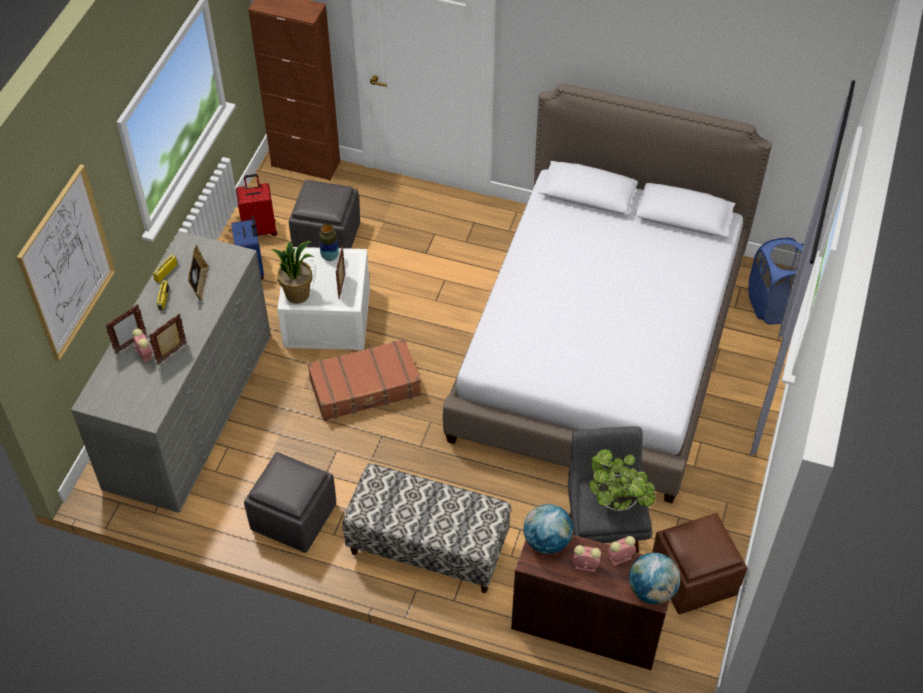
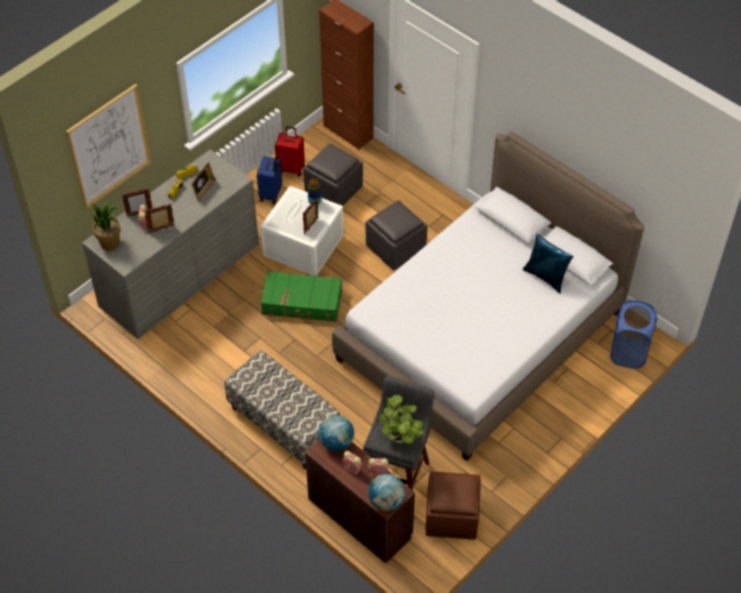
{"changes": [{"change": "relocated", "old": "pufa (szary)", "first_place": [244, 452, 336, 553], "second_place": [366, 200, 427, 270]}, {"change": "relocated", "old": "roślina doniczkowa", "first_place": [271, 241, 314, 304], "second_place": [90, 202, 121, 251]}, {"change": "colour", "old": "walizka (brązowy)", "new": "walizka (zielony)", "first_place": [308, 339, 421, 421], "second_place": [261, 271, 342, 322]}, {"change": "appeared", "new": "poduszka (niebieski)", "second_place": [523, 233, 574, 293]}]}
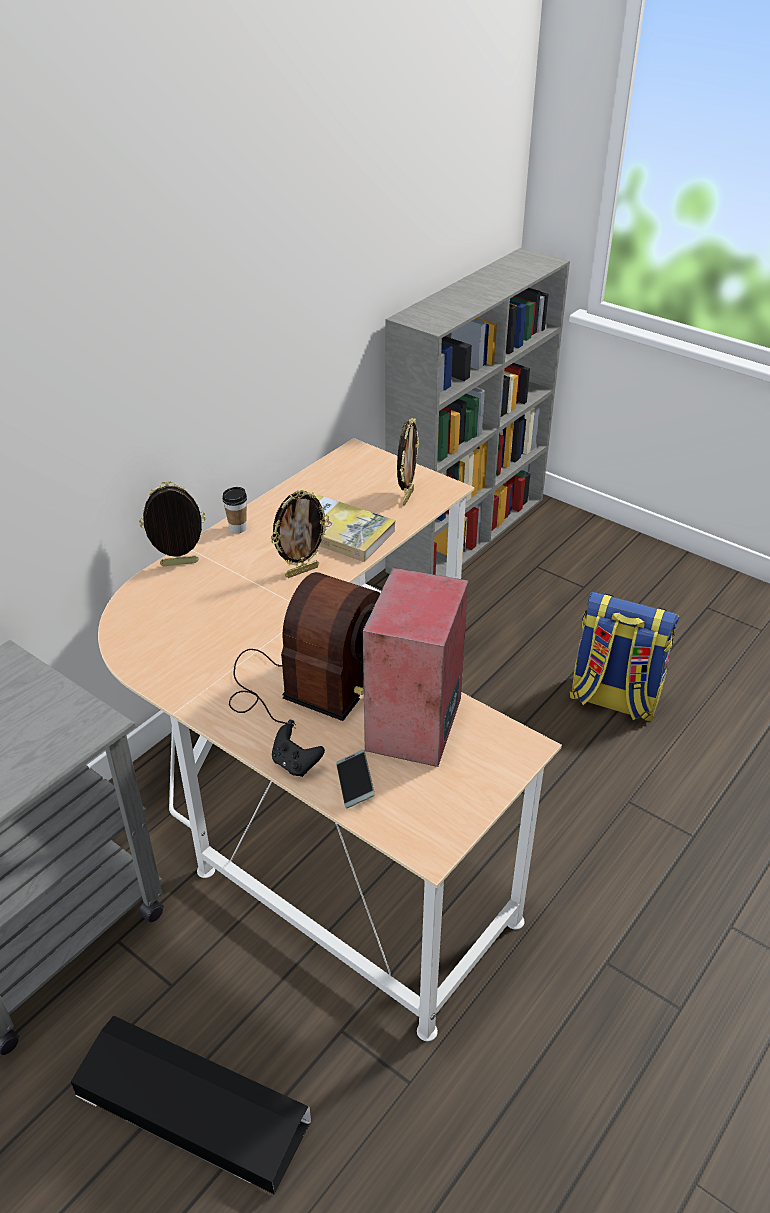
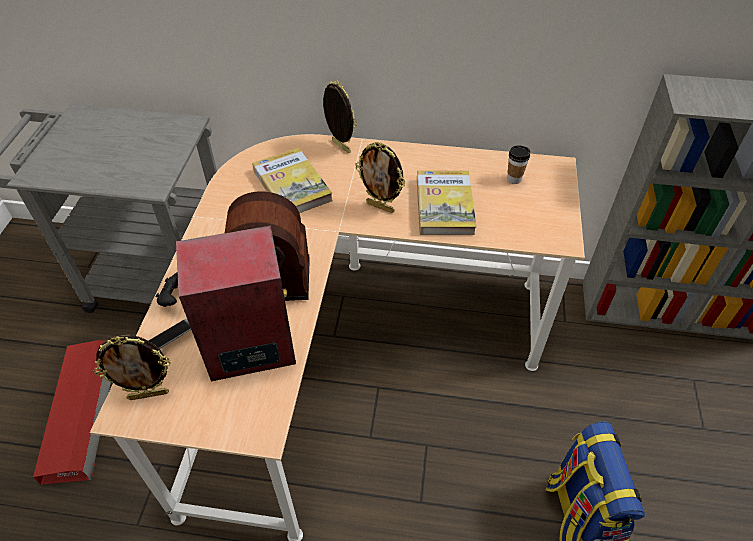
{"changes": [{"change": "colour", "old": "pojemnik do przechowywania (czarny)", "new": "pojemnik do przechowywania (czerwony)", "first_place": [71, 1015, 311, 1194], "second_place": [33, 340, 111, 485]}, {"change": "relocated", "old": "filiżanka", "first_place": [222, 487, 247, 533], "second_place": [507, 146, 530, 184]}, {"change": "relocated", "old": "ramka na zdjęcie", "first_place": [397, 418, 419, 506], "second_place": [93, 335, 171, 400]}, {"change": "appeared", "new": "książka", "second_place": [252, 148, 333, 213]}]}
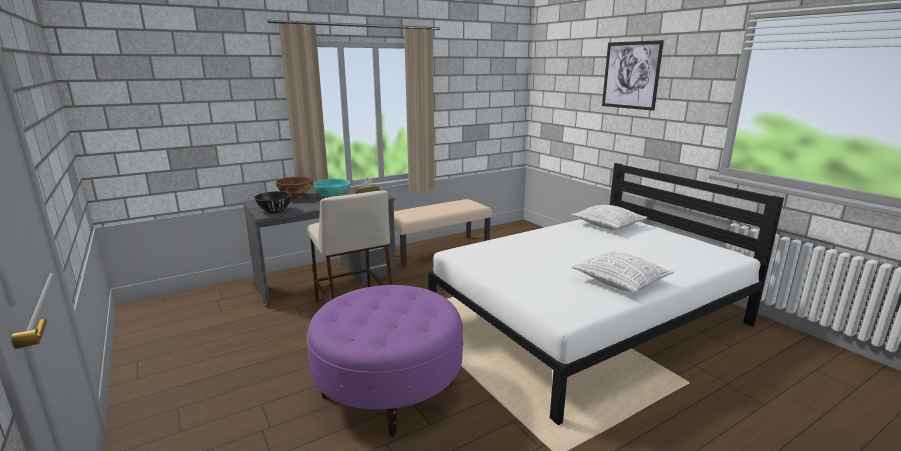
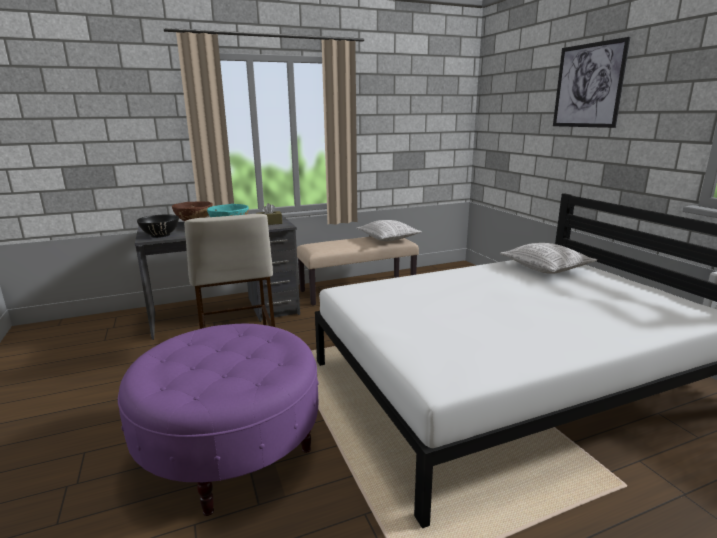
{"changes": [{"change": "relocated", "old": "poduszka", "first_place": [571, 251, 674, 293], "second_place": [356, 220, 422, 242]}]}
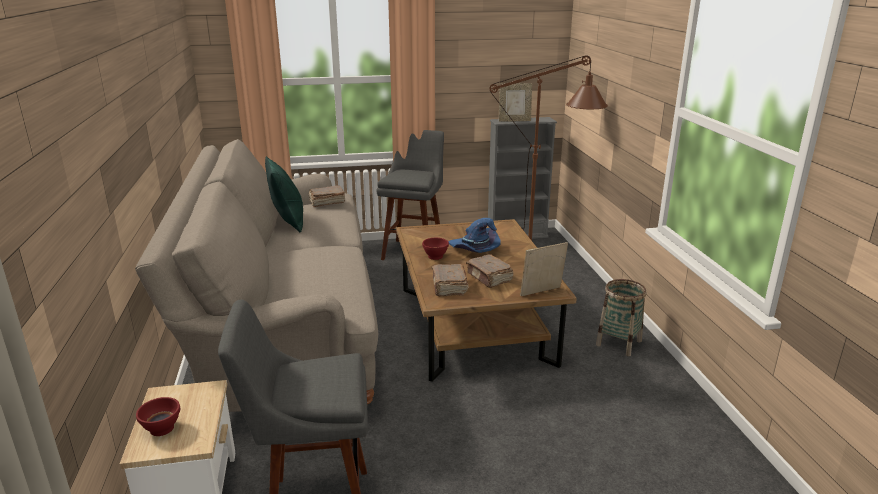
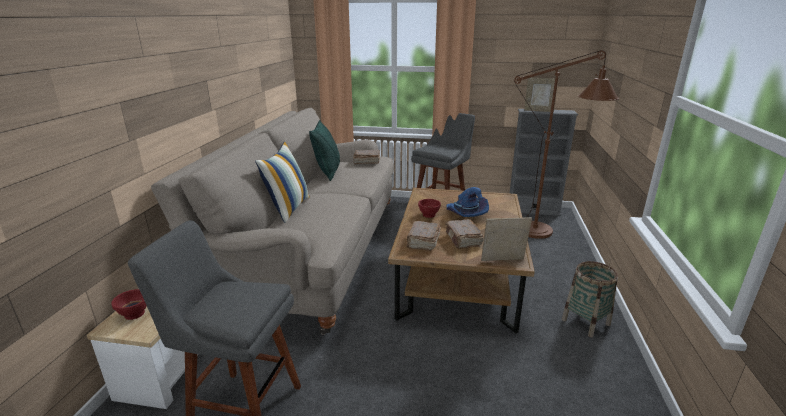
{"changes": [{"change": "appeared", "new": "poduszka", "second_place": [255, 142, 310, 223]}]}
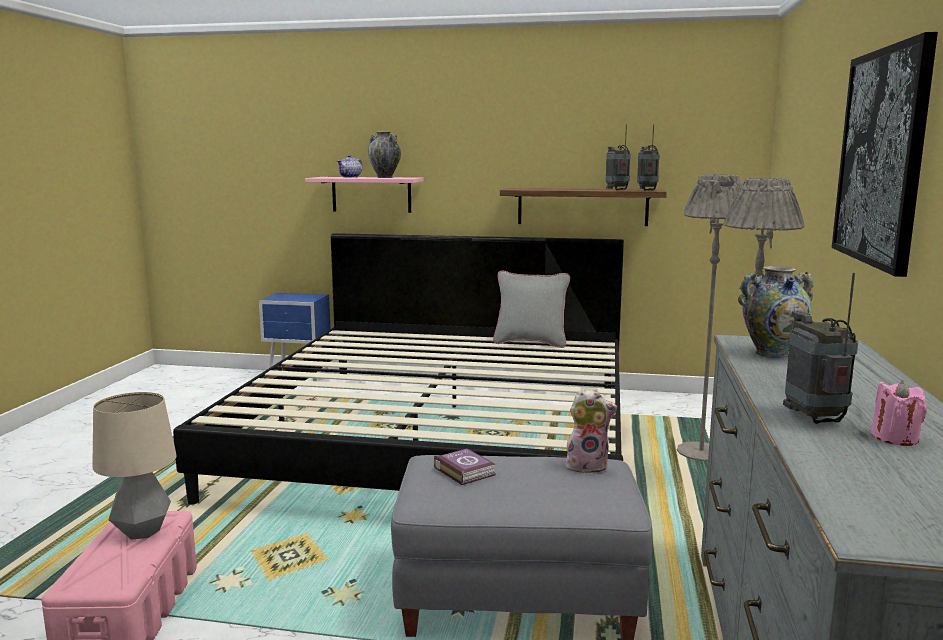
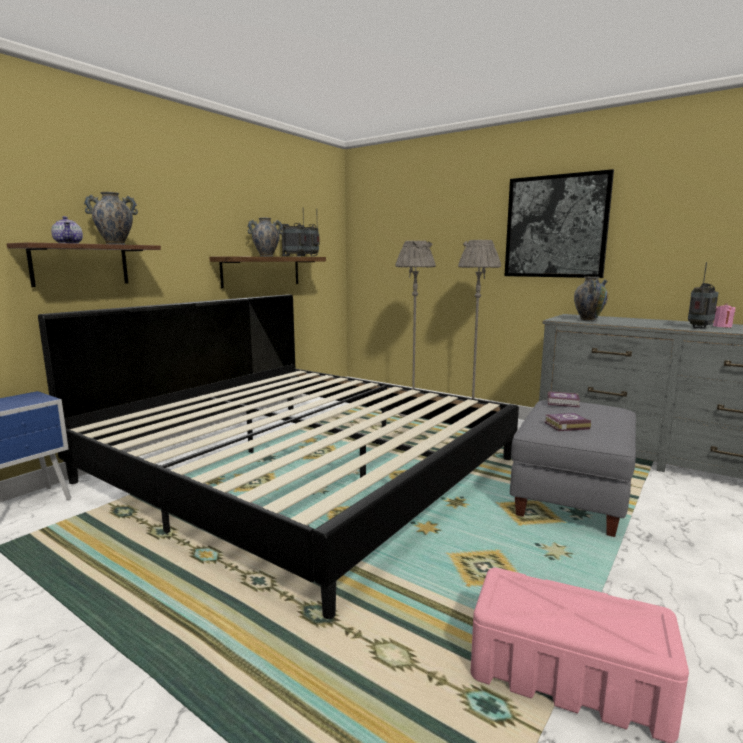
{"changes": [{"change": "missing", "old": "lampa stołowa", "first_place": [92, 392, 177, 540]}, {"change": "colour", "old": "półka (różowy)", "new": "półka (brązowy)", "first_place": [305, 177, 424, 213], "second_place": [7, 242, 161, 287]}, {"change": "missing", "old": "poduszka (szary)", "first_place": [493, 270, 570, 348]}, {"change": "exchanged", "old": "pluszak", "new": "książka", "first_place": [566, 389, 617, 474], "second_place": [547, 391, 580, 407]}, {"change": "spun", "old": "radio", "first_place": [783, 273, 858, 424], "second_place": [688, 262, 719, 328], "degrees": 120}, {"change": "appeared", "new": "wazon", "second_place": [247, 217, 283, 257]}]}
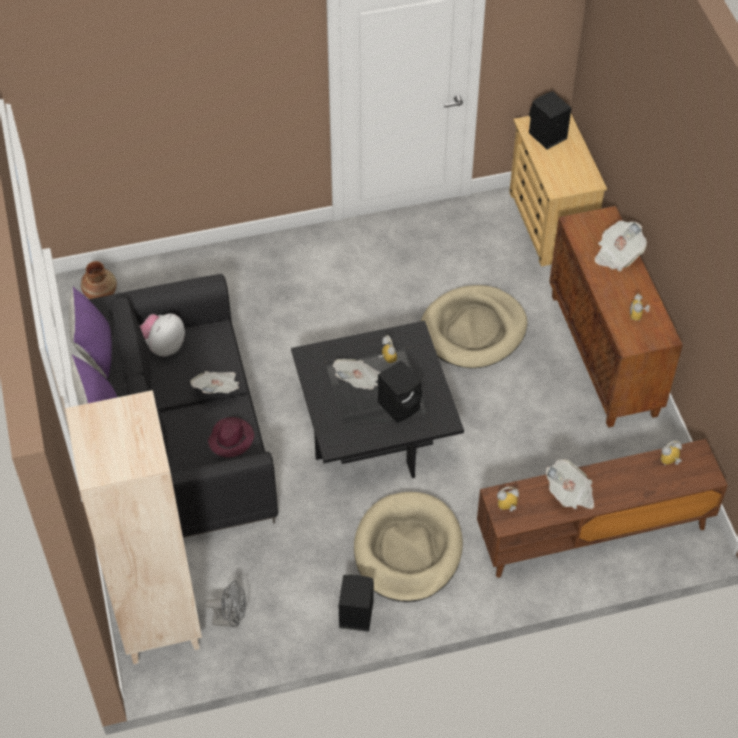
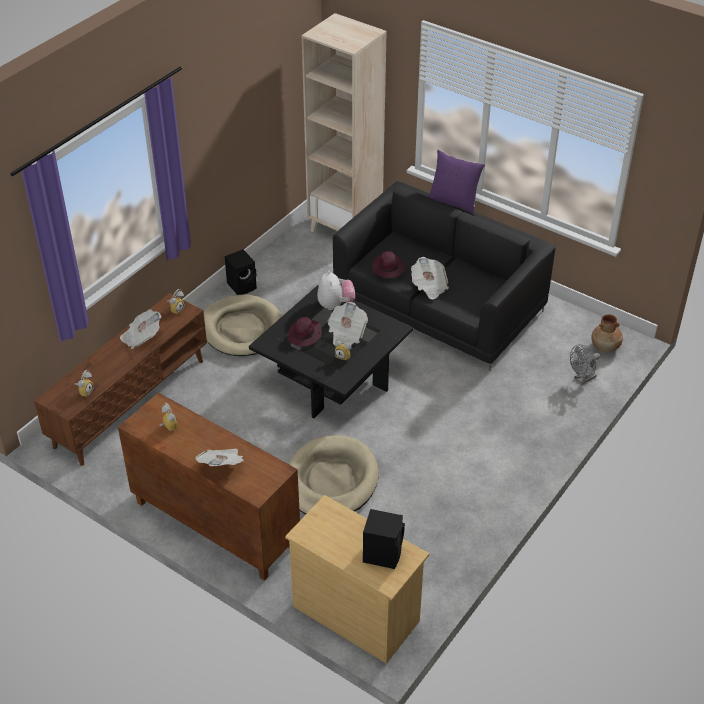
{"changes": [{"change": "missing", "old": "poduszka (fioletowy)", "first_place": [69, 287, 112, 379]}, {"change": "relocated", "old": "pluszak", "first_place": [140, 313, 185, 357], "second_place": [317, 270, 355, 310]}, {"change": "relocated", "old": "wentylator (szary)", "first_place": [204, 581, 246, 627], "second_place": [570, 345, 600, 385]}, {"change": "exchanged", "old": "głośnik (czarny)", "new": "kapelusz (fioletowy)", "first_place": [378, 360, 422, 423], "second_place": [287, 317, 322, 347]}]}
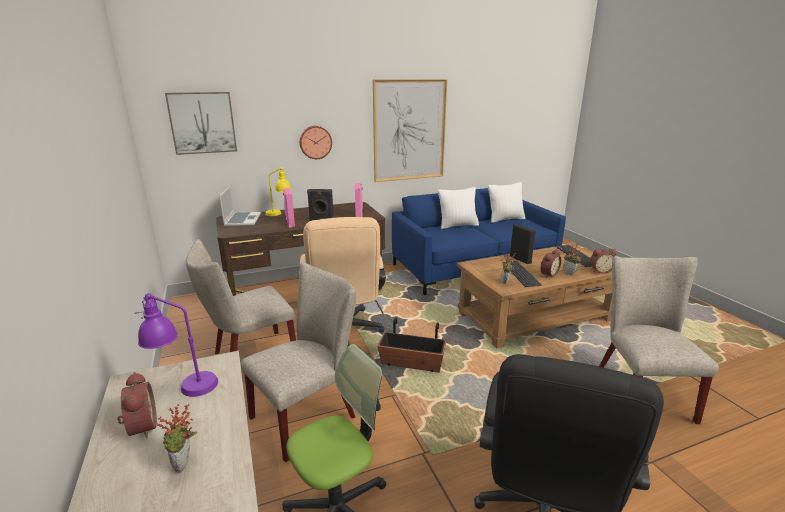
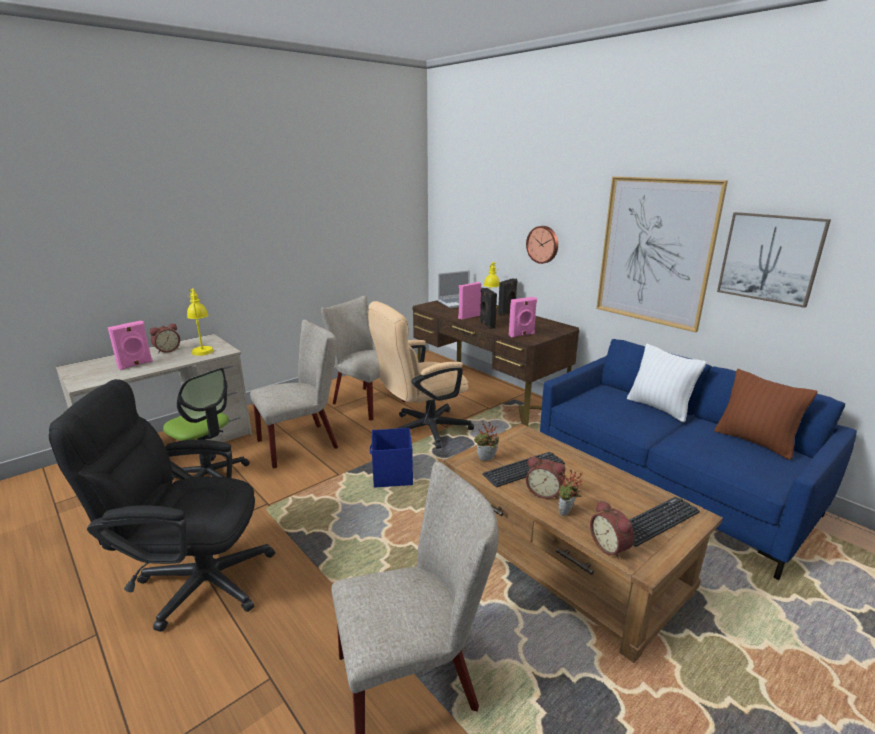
{"changes": [{"change": "colour", "old": "lampa stołowa (fioletowy)", "new": "lampa stołowa (żółty)", "first_place": [135, 293, 218, 397], "second_place": [187, 288, 214, 356]}, {"change": "exchanged", "old": "roślina doniczkowa", "new": "głośnik (różowy)", "first_place": [156, 404, 197, 473], "second_place": [108, 321, 153, 370]}, {"change": "relocated", "old": "obraz", "first_place": [165, 92, 237, 155], "second_place": [717, 212, 831, 308]}, {"change": "spun", "old": "krzesło (beżowy)", "first_place": [241, 263, 356, 462], "second_place": [250, 319, 338, 469], "degrees": -60}, {"change": "exchanged", "old": "donica", "new": "pojemnik do przechowywania (niebieski)", "first_place": [377, 317, 447, 373], "second_place": [370, 428, 413, 488]}, {"change": "colour", "old": "poduszka (biały)", "new": "poduszka (brązowy)", "first_place": [488, 182, 526, 223], "second_place": [714, 369, 818, 460]}, {"change": "relocated", "old": "głośnik (czarny)", "first_place": [510, 224, 536, 264], "second_place": [498, 278, 518, 316]}]}
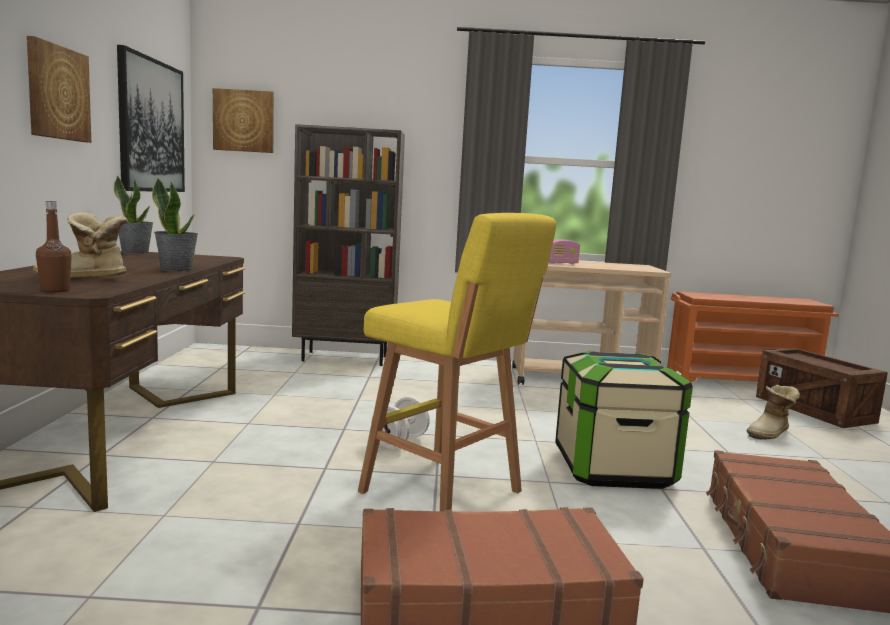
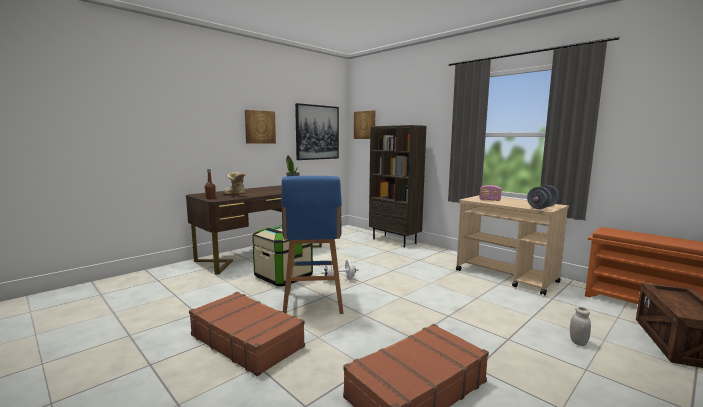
{"changes": [{"change": "missing", "old": "roślina doniczkowa", "first_place": [152, 178, 198, 272]}, {"change": "colour", "old": "stołek (żółty)", "new": "stołek (niebieski)", "first_place": [358, 213, 556, 511], "second_place": [281, 176, 344, 314]}, {"change": "relocated", "old": "pojemnik do przechowywania", "first_place": [555, 351, 693, 489], "second_place": [252, 225, 313, 286]}, {"change": "exchanged", "old": "but z cholewką", "new": "słoik (biały)", "first_place": [747, 385, 800, 440], "second_place": [570, 307, 591, 346]}, {"change": "appeared", "new": "hantel (szary)", "second_place": [527, 185, 559, 209]}]}
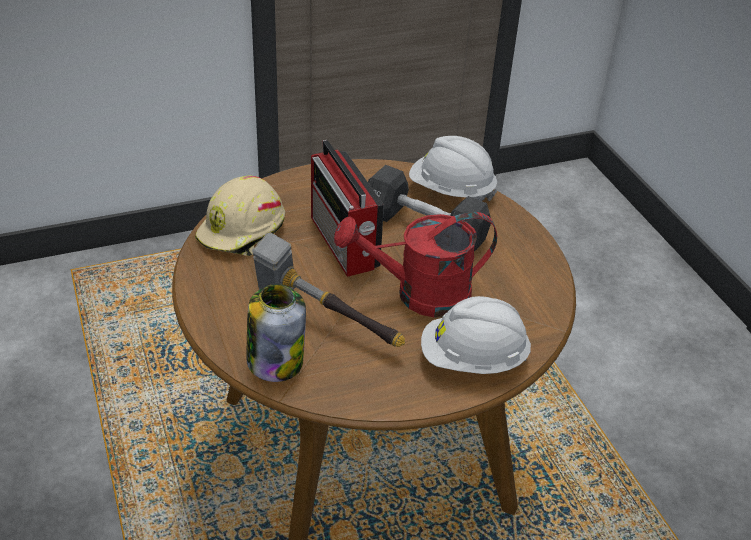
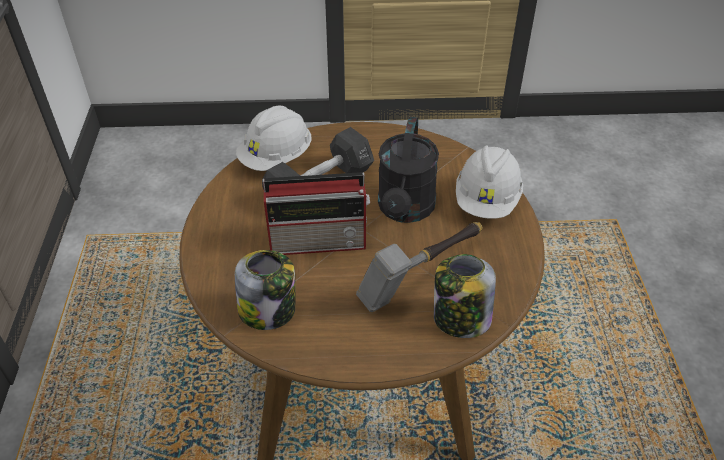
{"changes": [{"change": "exchanged", "old": "kask (beżowy)", "new": "słoik", "first_place": [195, 176, 285, 256], "second_place": [235, 250, 295, 330]}, {"change": "colour", "old": "konewka (czerwony)", "new": "konewka (czarny)", "first_place": [334, 212, 497, 318], "second_place": [378, 116, 439, 223]}]}
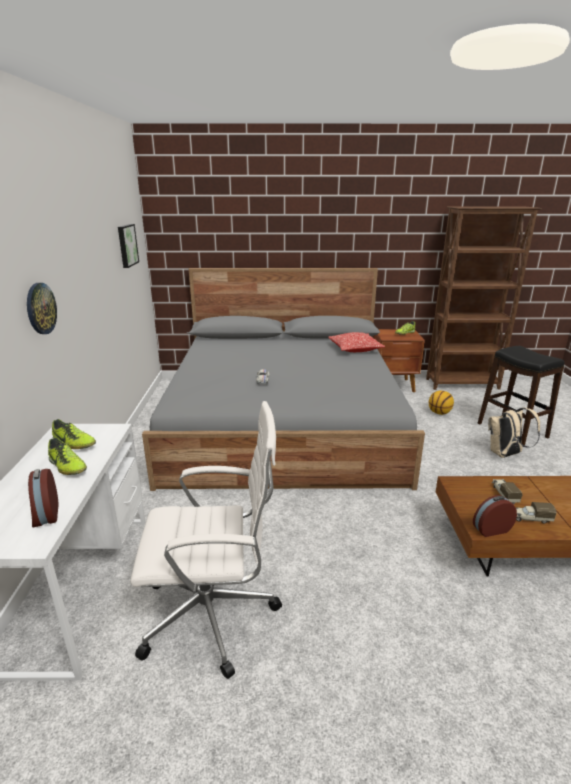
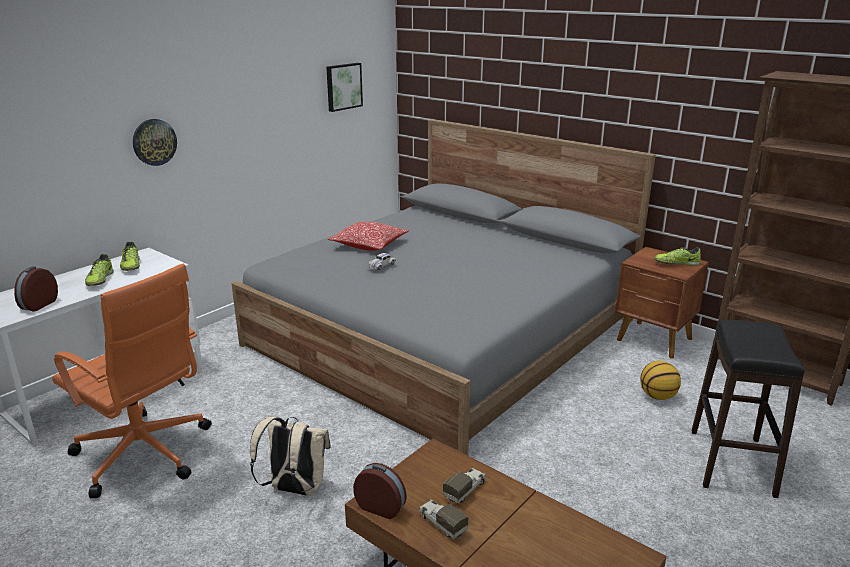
{"changes": [{"change": "colour", "old": "krzesło biurowe (biały)", "new": "krzesło biurowe (pomarańczowy)", "first_place": [130, 401, 282, 679], "second_place": [52, 264, 212, 498]}, {"change": "relocated", "old": "poduszka", "first_place": [328, 332, 385, 352], "second_place": [328, 222, 409, 251]}, {"change": "relocated", "old": "plecak (beżowy)", "first_place": [488, 407, 540, 458], "second_place": [250, 417, 331, 496]}]}
